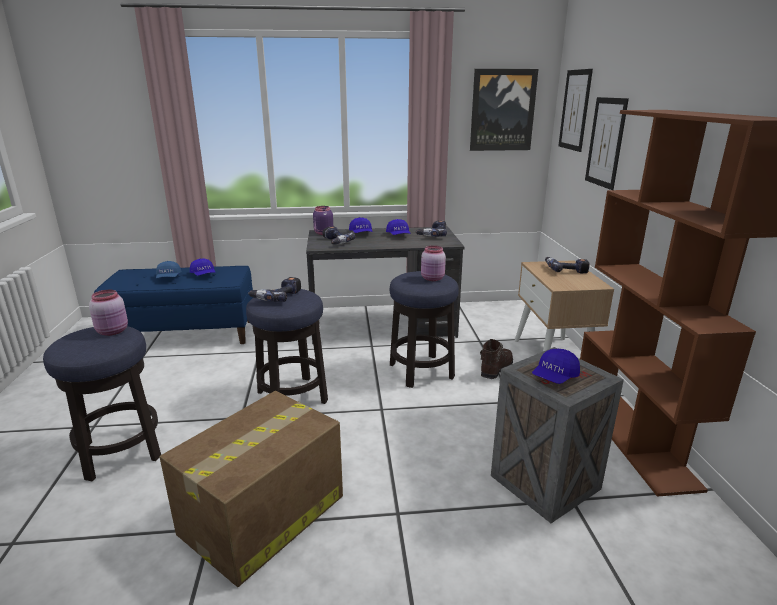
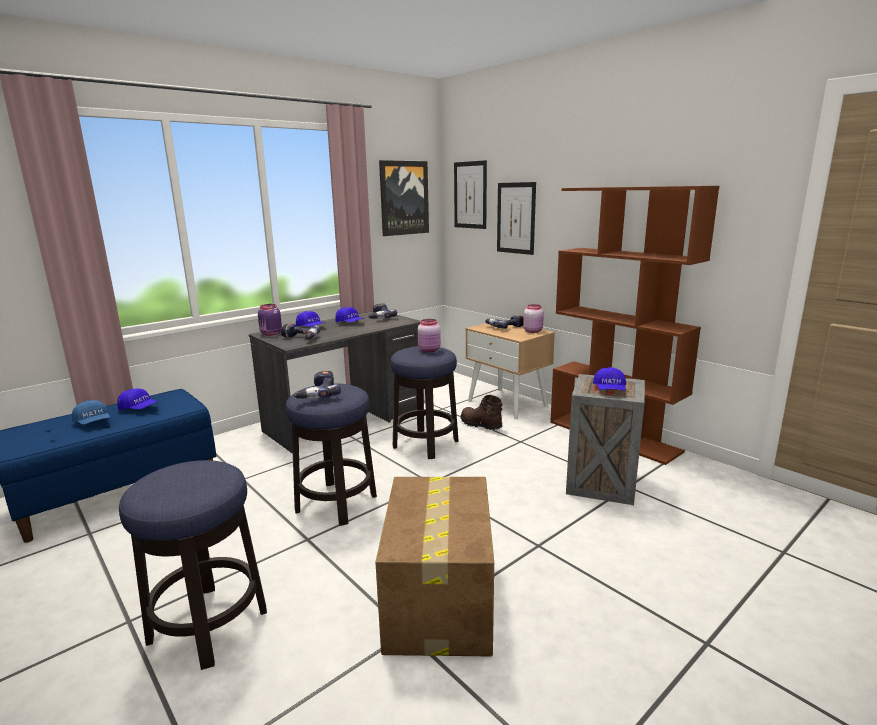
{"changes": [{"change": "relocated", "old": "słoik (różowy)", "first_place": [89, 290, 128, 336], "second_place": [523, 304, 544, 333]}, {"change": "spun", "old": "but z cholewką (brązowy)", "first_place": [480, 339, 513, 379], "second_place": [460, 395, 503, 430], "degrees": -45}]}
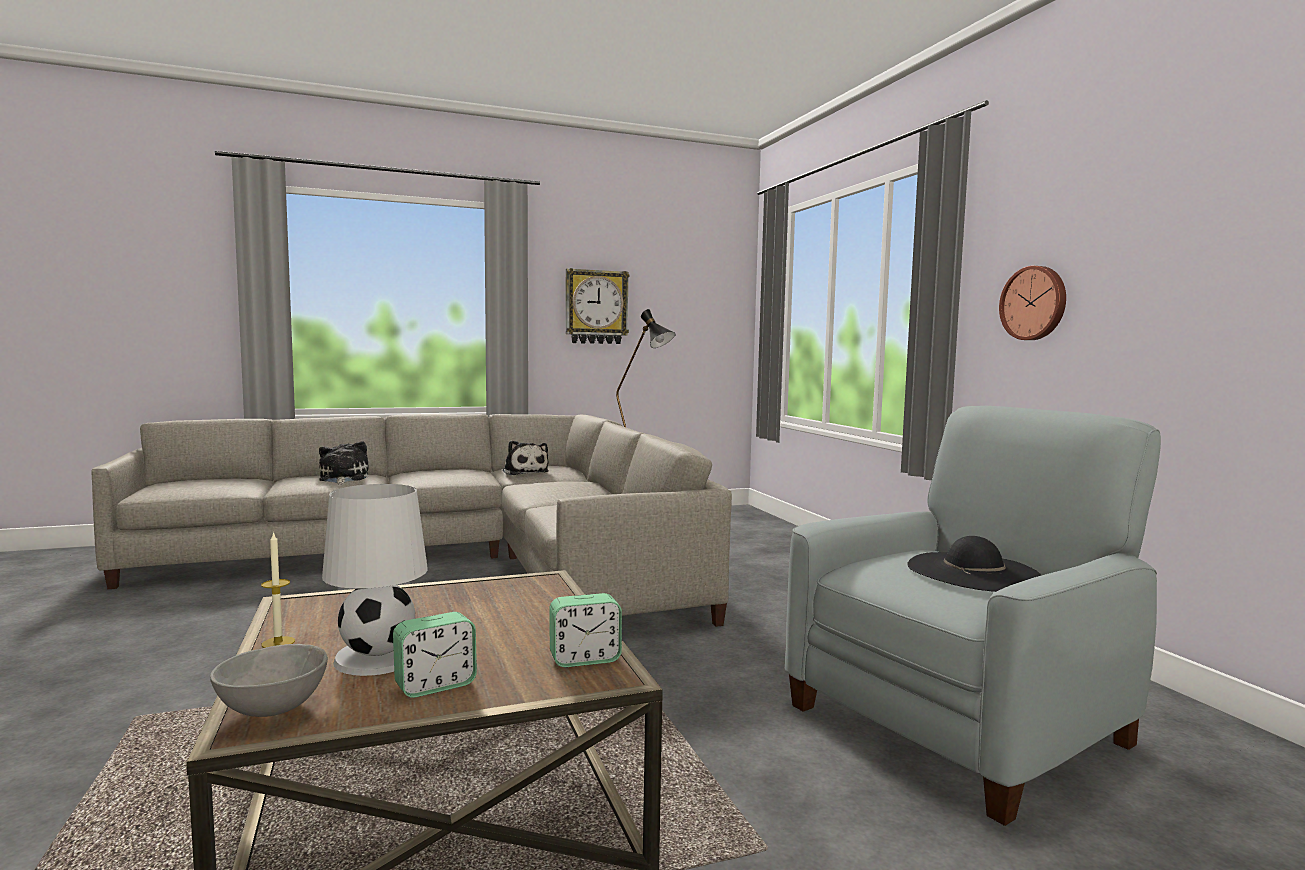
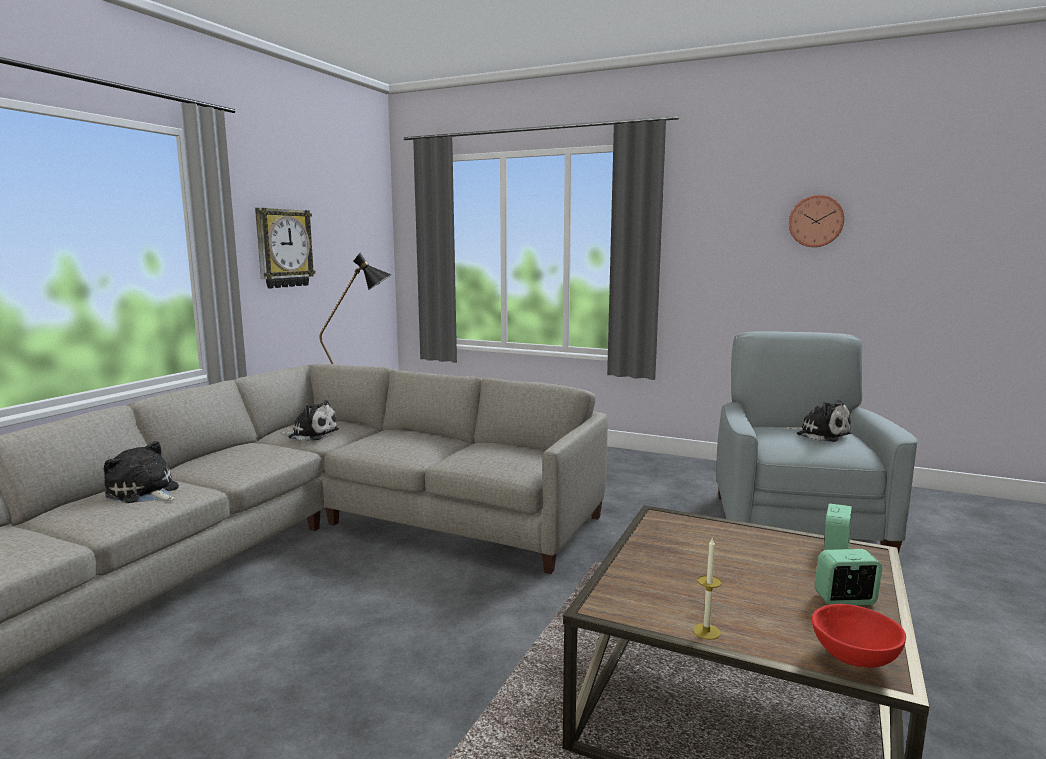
{"changes": [{"change": "colour", "old": "miska (szary)", "new": "miska (czerwony)", "first_place": [210, 644, 328, 717], "second_place": [812, 604, 906, 668]}, {"change": "missing", "old": "lampa stołowa (biały)", "first_place": [322, 484, 428, 676]}, {"change": "spun", "old": "budzik", "first_place": [393, 612, 477, 698], "second_place": [815, 549, 882, 605], "degrees": -105}, {"change": "exchanged", "old": "kapelusz (czarny)", "new": "pluszak", "first_place": [907, 536, 1042, 592], "second_place": [784, 400, 852, 442]}, {"change": "relocated", "old": "zegar ścienny", "first_place": [999, 266, 1066, 340], "second_place": [789, 195, 844, 247]}]}
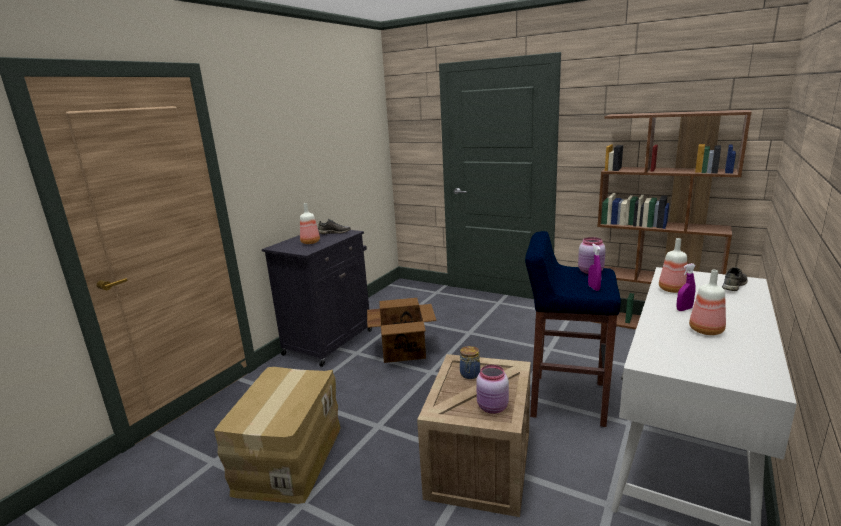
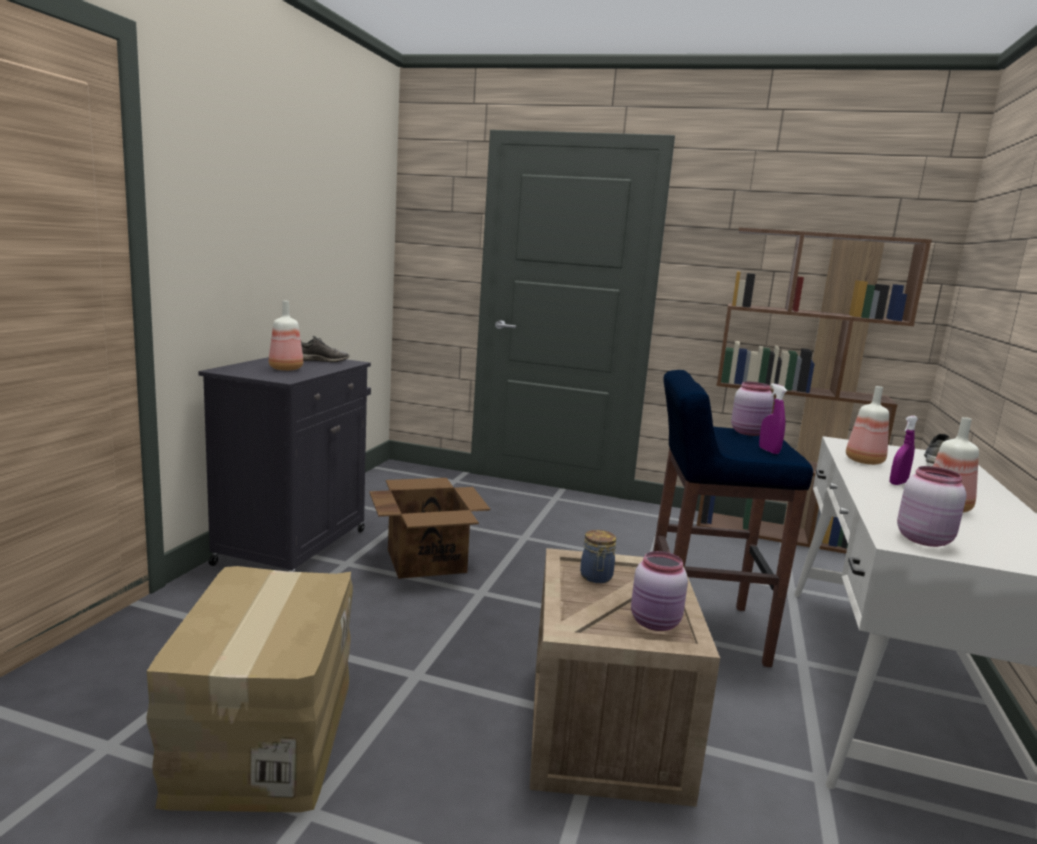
{"changes": [{"change": "appeared", "new": "słoik (różowy)", "second_place": [897, 466, 967, 547]}]}
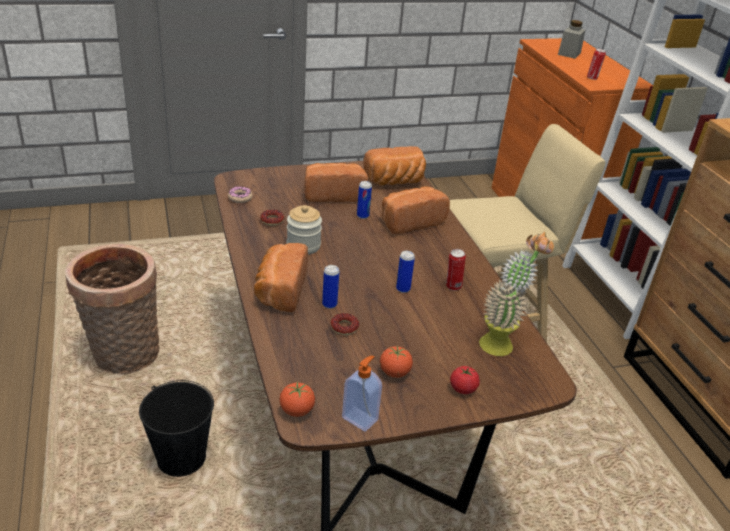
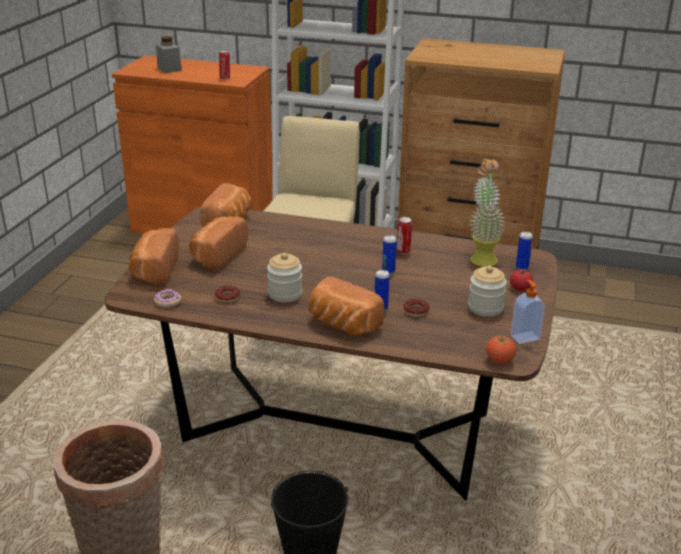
{"changes": [{"change": "relocated", "old": "puszka", "first_place": [357, 181, 372, 219], "second_place": [516, 232, 533, 270]}, {"change": "exchanged", "old": "pomidor", "new": "słoik", "first_place": [380, 346, 413, 378], "second_place": [468, 266, 507, 317]}, {"change": "relocated", "old": "chleb", "first_place": [381, 186, 450, 234], "second_place": [128, 228, 179, 284]}]}
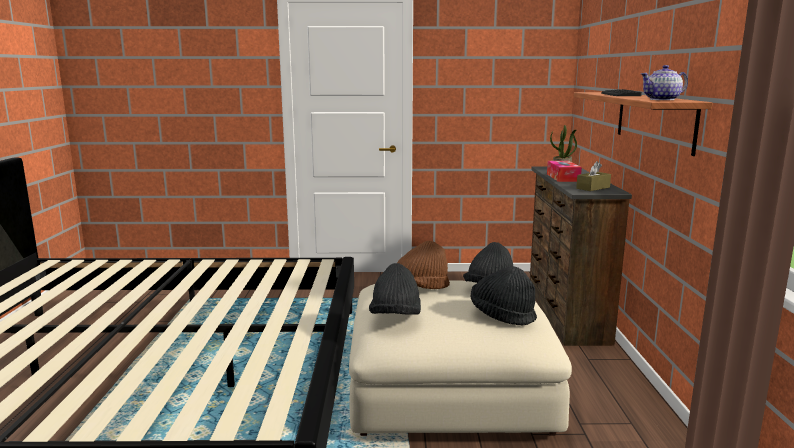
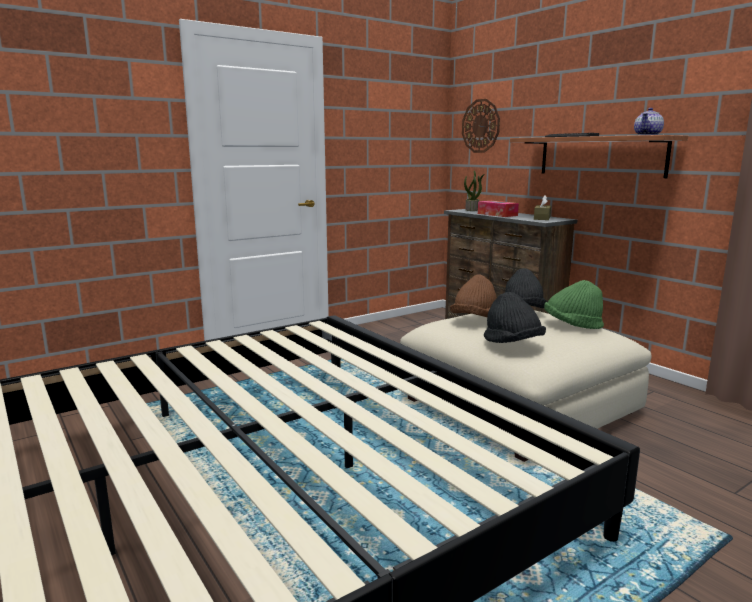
{"changes": [{"change": "colour", "old": "kapelusz (czarny)", "new": "kapelusz (zielony)", "first_place": [470, 266, 537, 326], "second_place": [544, 280, 604, 329]}, {"change": "appeared", "new": "zegar ścienny", "second_place": [462, 99, 500, 153]}]}
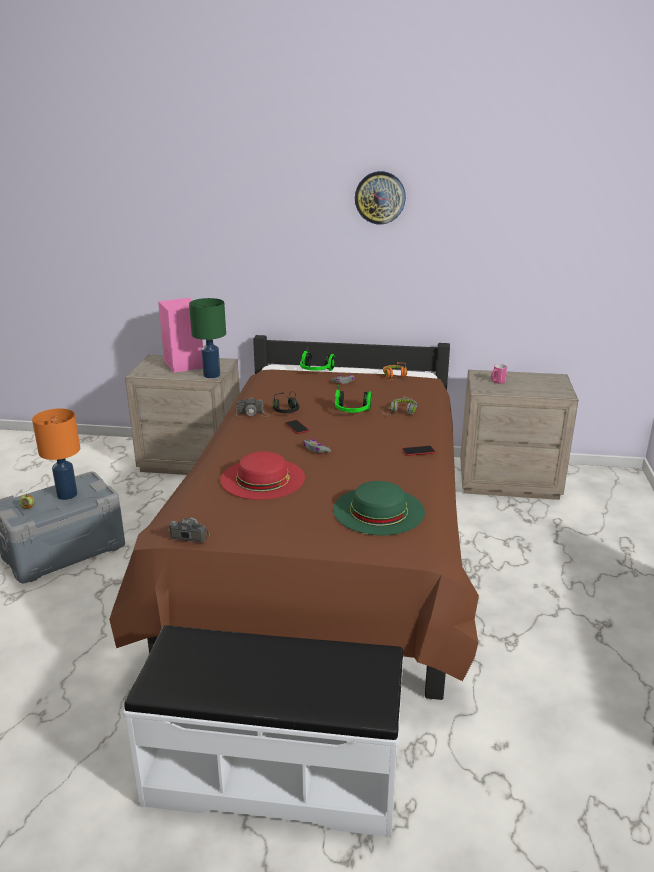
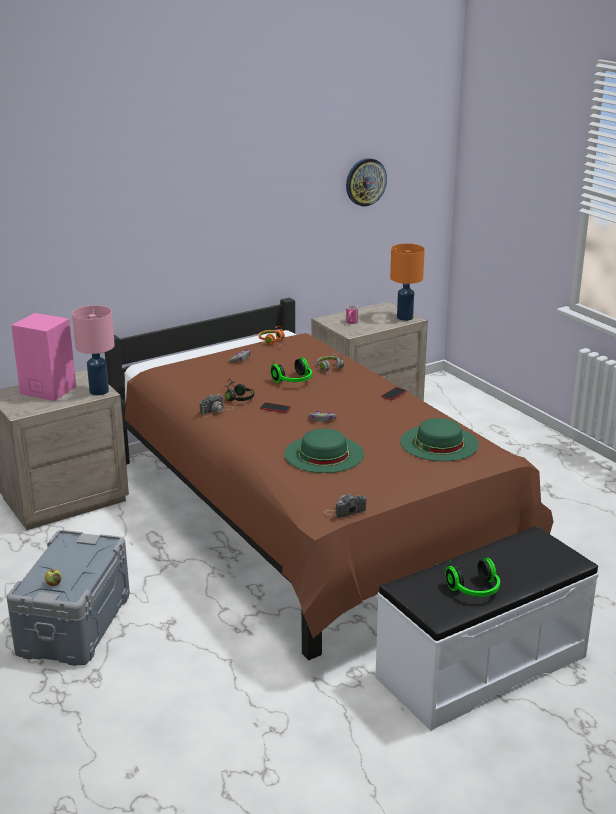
{"changes": [{"change": "relocated", "old": "lampa stołowa (pomarańczowy)", "first_place": [32, 408, 80, 500], "second_place": [390, 244, 425, 321]}, {"change": "colour", "old": "lampa stołowa (zielony)", "new": "lampa stołowa (różowy)", "first_place": [189, 298, 226, 378], "second_place": [72, 305, 115, 395]}, {"change": "colour", "old": "kapelusz (czerwony)", "new": "kapelusz (zielony)", "first_place": [220, 451, 305, 500], "second_place": [284, 429, 364, 473]}, {"change": "relocated", "old": "słuchawki", "first_place": [300, 351, 335, 371], "second_place": [445, 558, 500, 597]}, {"change": "relocated", "old": "zegar ścienny", "first_place": [355, 171, 406, 224], "second_place": [346, 158, 387, 207]}]}
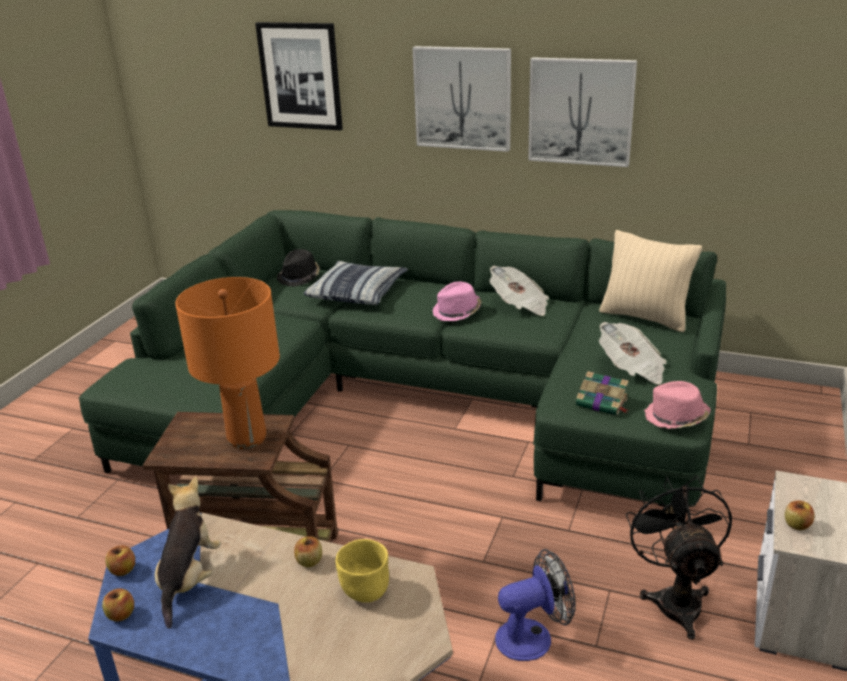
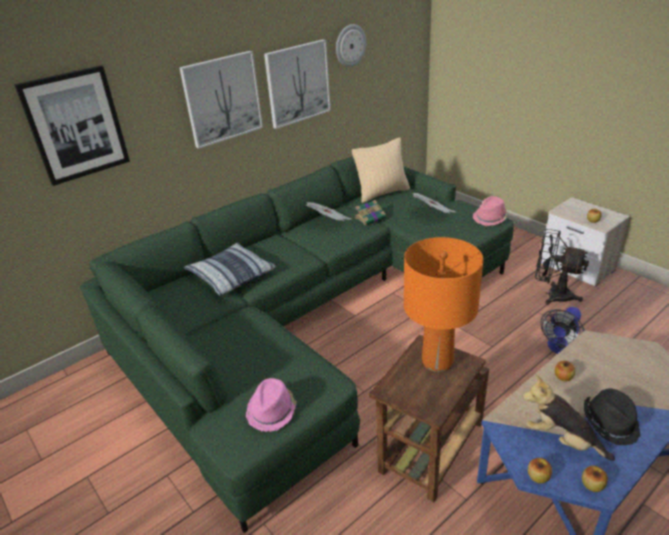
{"changes": [{"change": "relocated", "old": "kapelusz (czarny)", "first_place": [277, 249, 320, 287], "second_place": [584, 388, 640, 445]}, {"change": "missing", "old": "miska (żółty)", "first_place": [336, 539, 389, 603]}, {"change": "relocated", "old": "kapelusz (różowy)", "first_place": [433, 282, 482, 321], "second_place": [246, 378, 297, 432]}, {"change": "spun", "old": "wentylator", "first_place": [495, 549, 576, 661], "second_place": [540, 307, 585, 354], "degrees": -150}, {"change": "relocated", "old": "książka", "first_place": [576, 371, 629, 416], "second_place": [355, 200, 388, 226]}, {"change": "appeared", "new": "zegar ścienny", "second_place": [336, 24, 366, 67]}]}
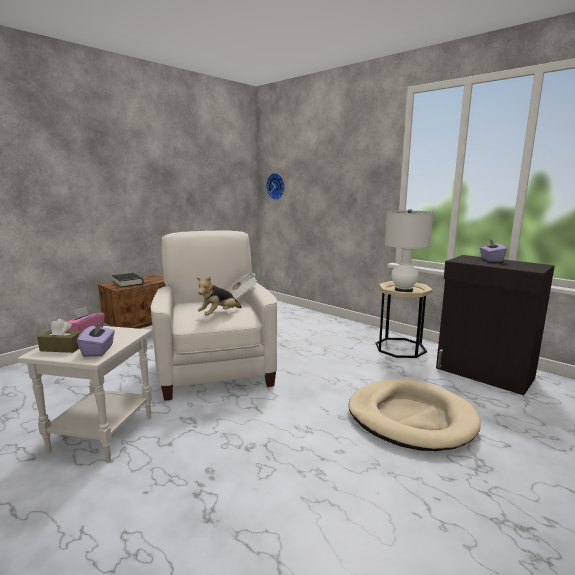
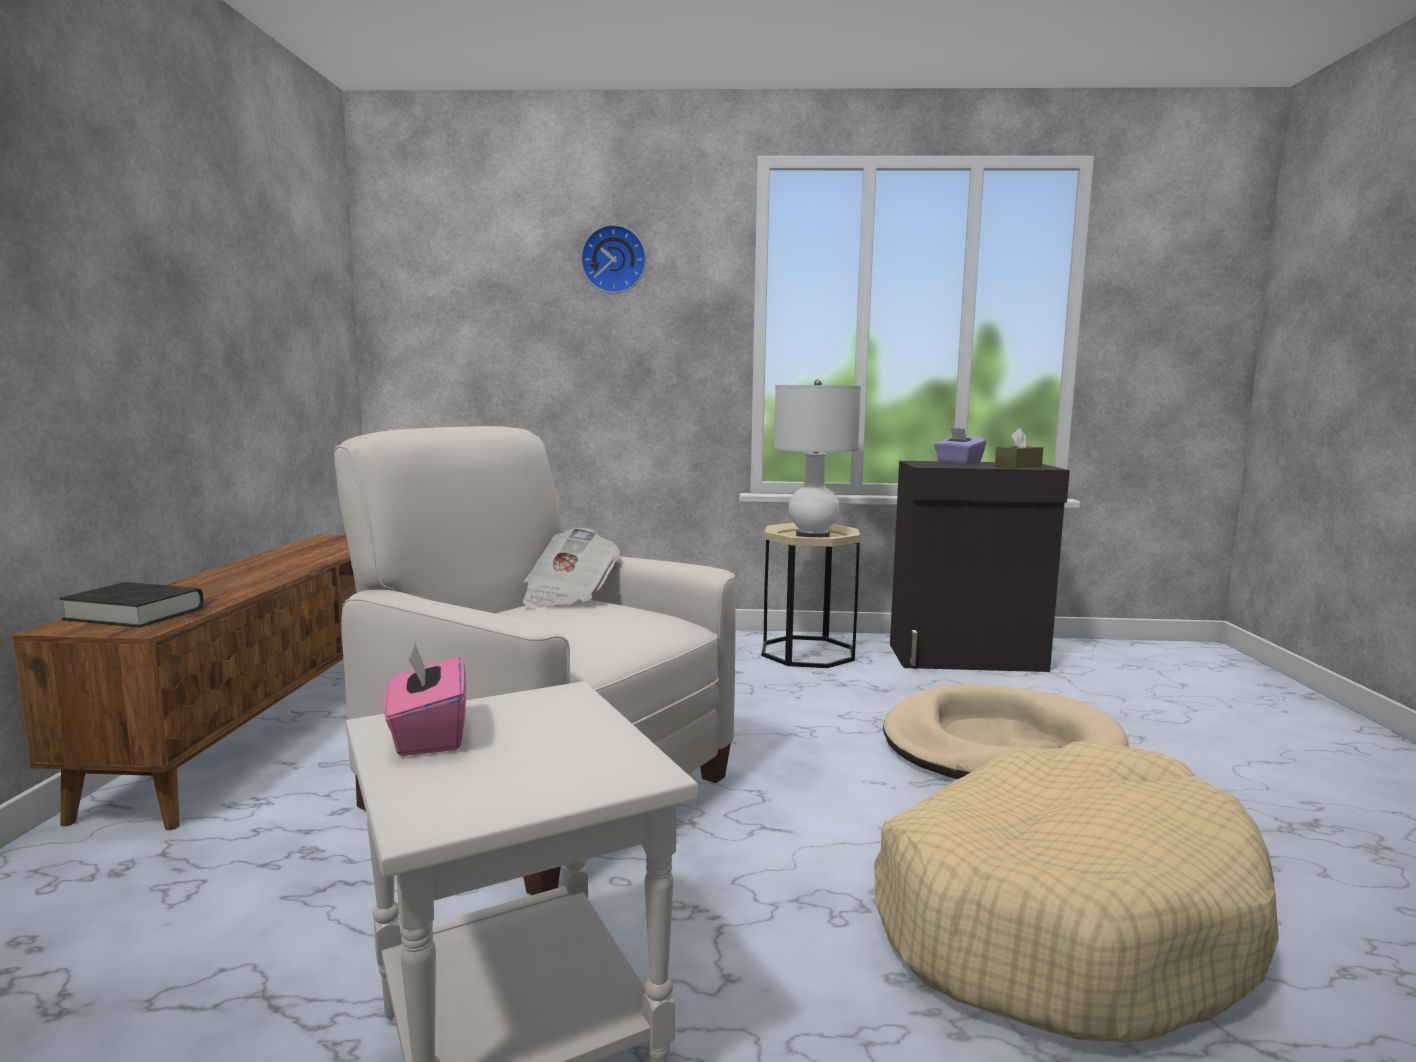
{"changes": [{"change": "relocated", "old": "pudełko chusteczek (brązowy)", "first_place": [37, 319, 82, 353], "second_place": [995, 428, 1043, 468]}, {"change": "missing", "old": "pudełko chusteczek (fioletowy)", "first_place": [77, 321, 115, 357]}, {"change": "missing", "old": "pluszak", "first_place": [196, 276, 242, 316]}, {"change": "relocated", "old": "zegar ścienny", "first_place": [266, 173, 285, 200], "second_place": [581, 225, 647, 294]}, {"change": "appeared", "new": "legowisko (beżowy)", "second_place": [874, 741, 1279, 1042]}]}
